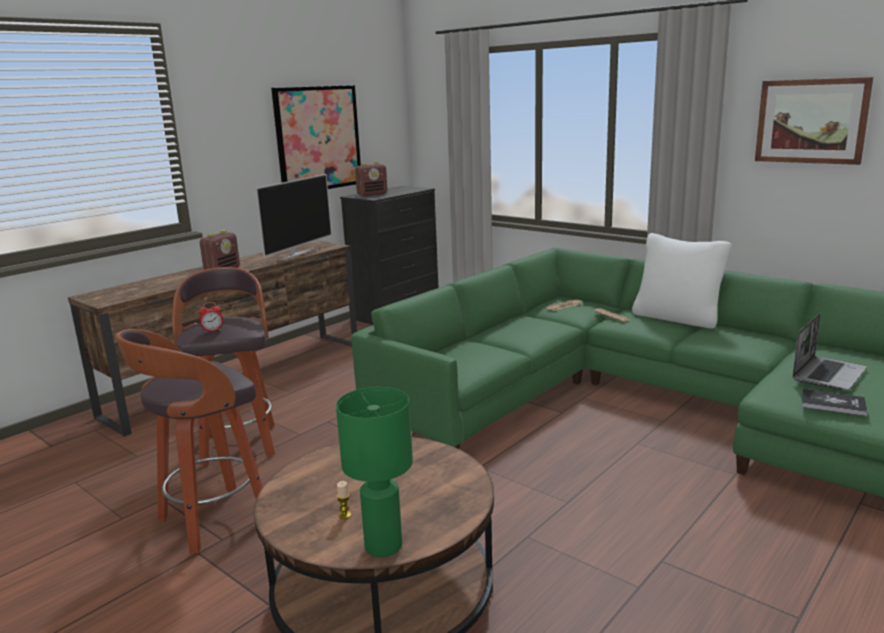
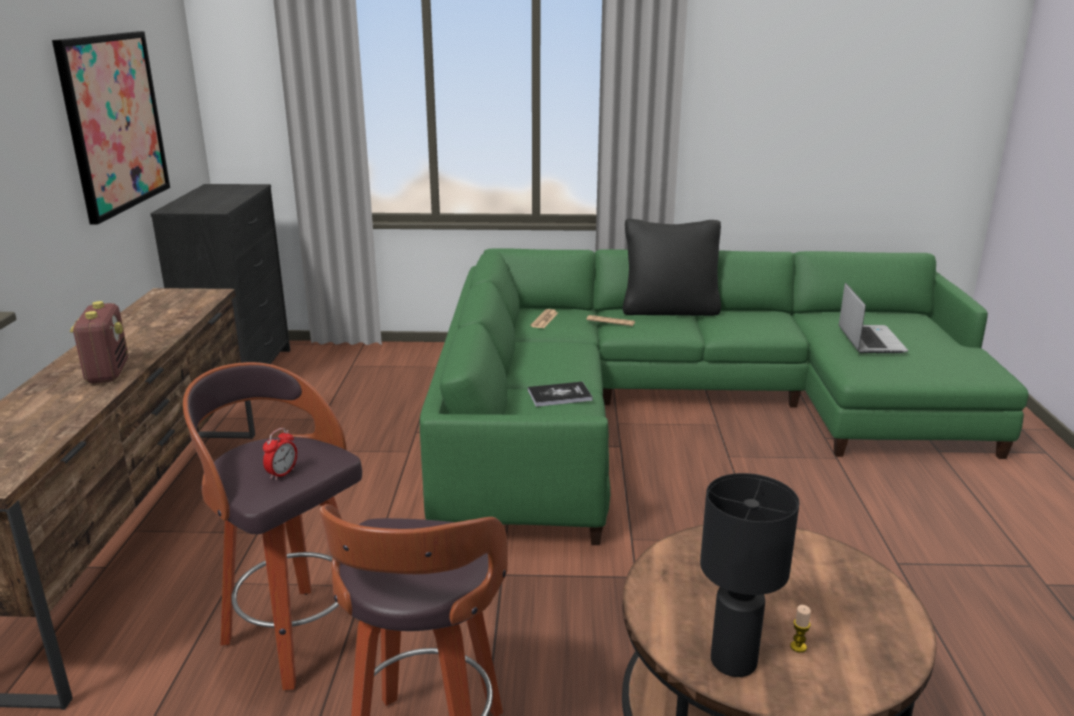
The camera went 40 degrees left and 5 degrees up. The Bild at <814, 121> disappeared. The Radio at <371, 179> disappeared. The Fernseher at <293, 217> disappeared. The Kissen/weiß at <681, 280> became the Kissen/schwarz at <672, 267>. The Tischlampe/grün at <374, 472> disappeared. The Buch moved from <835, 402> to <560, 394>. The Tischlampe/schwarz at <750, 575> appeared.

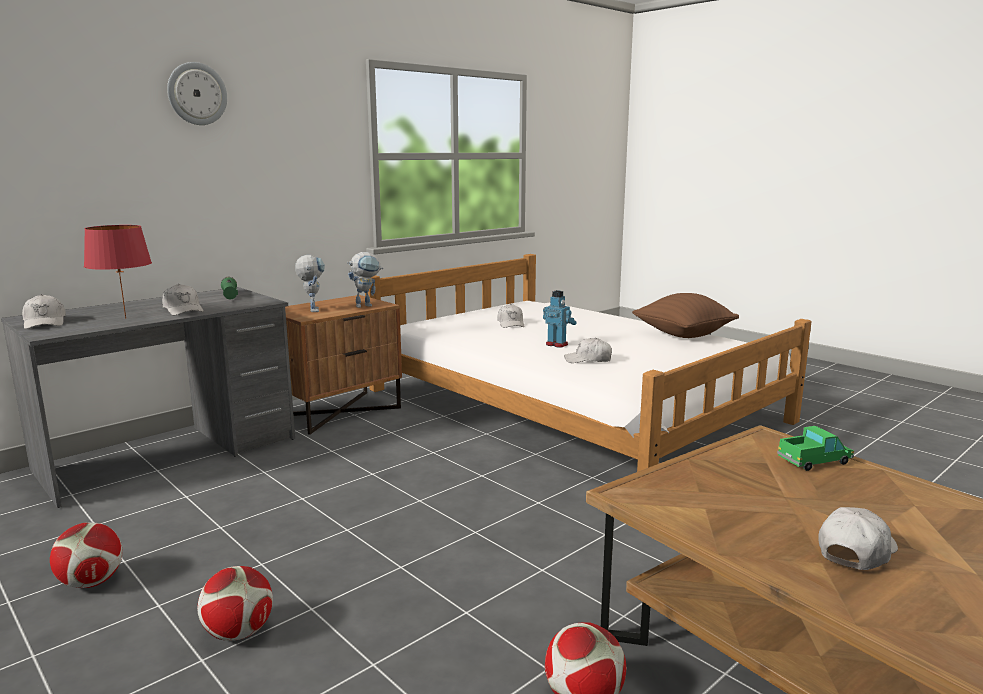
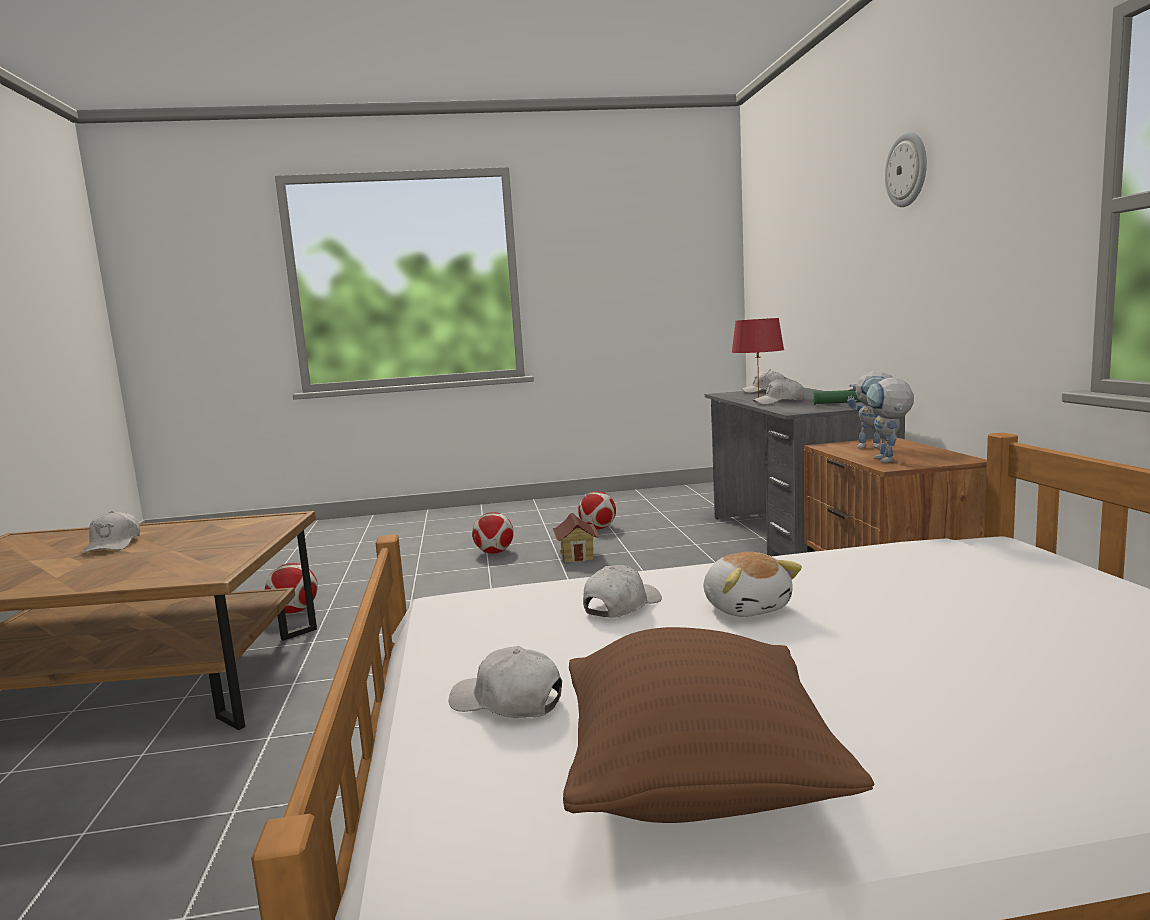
The camera went 125 degrees right and 5 degrees down. The Spielzeugroboter at <560, 319> was replaced by the Plüschtier at <753, 584>. The Kappe/weiß moved from <510, 316> to <505, 682>. The Spielzeuglaster at <815, 448> disappeared. The Spielzeughaus at <576, 537> appeared.

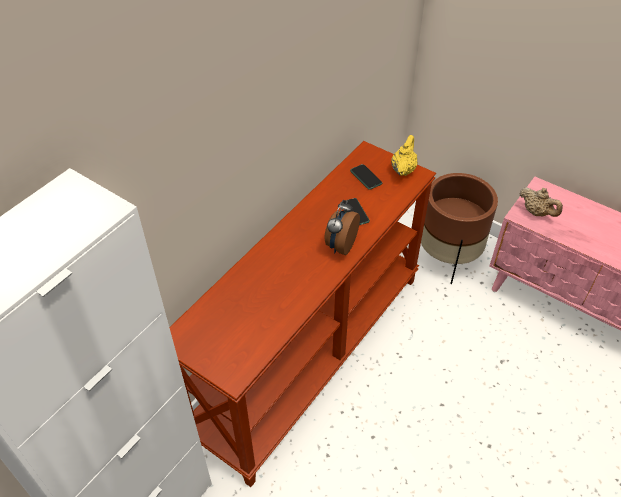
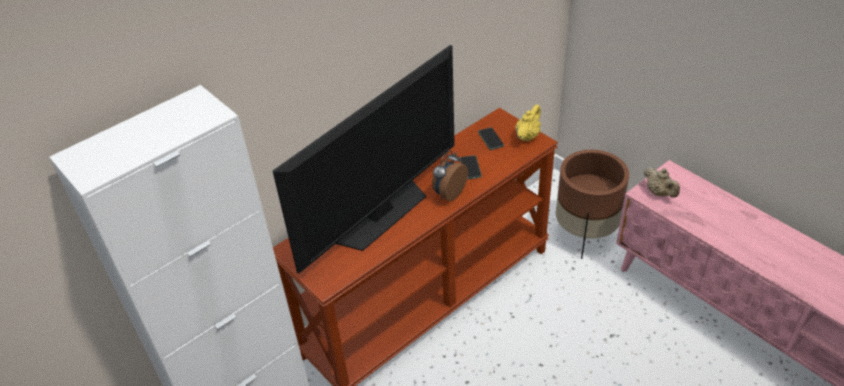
The camera went 15 degrees right and 5 degrees down. The Fernseher at <364, 159> appeared.

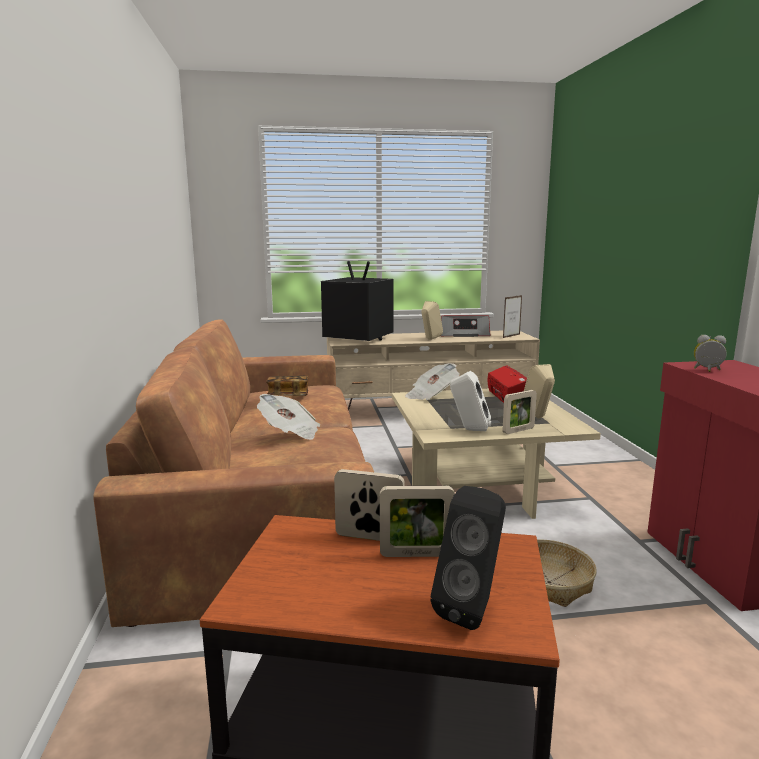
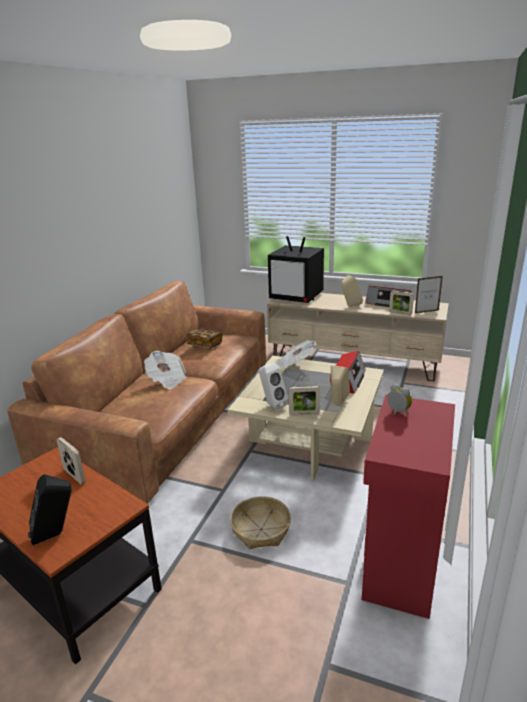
The camera went 30 degrees right and 10 degrees up. The Fernseher at <357, 301> turned 150 degrees clockwise. The Bilderrahmen moved from <417, 521> to <401, 303>.

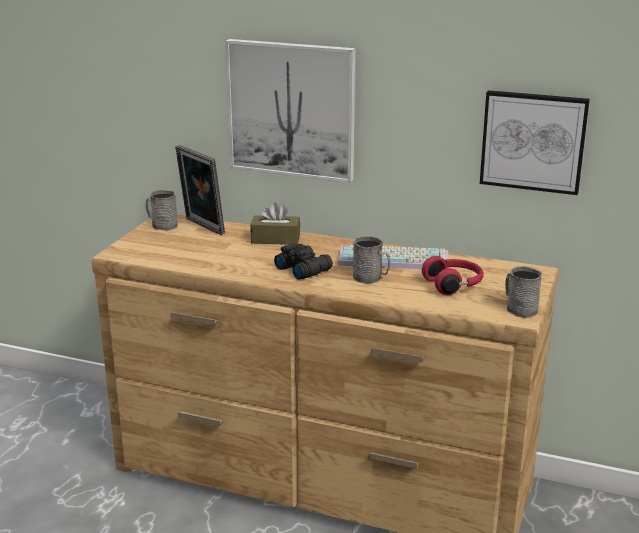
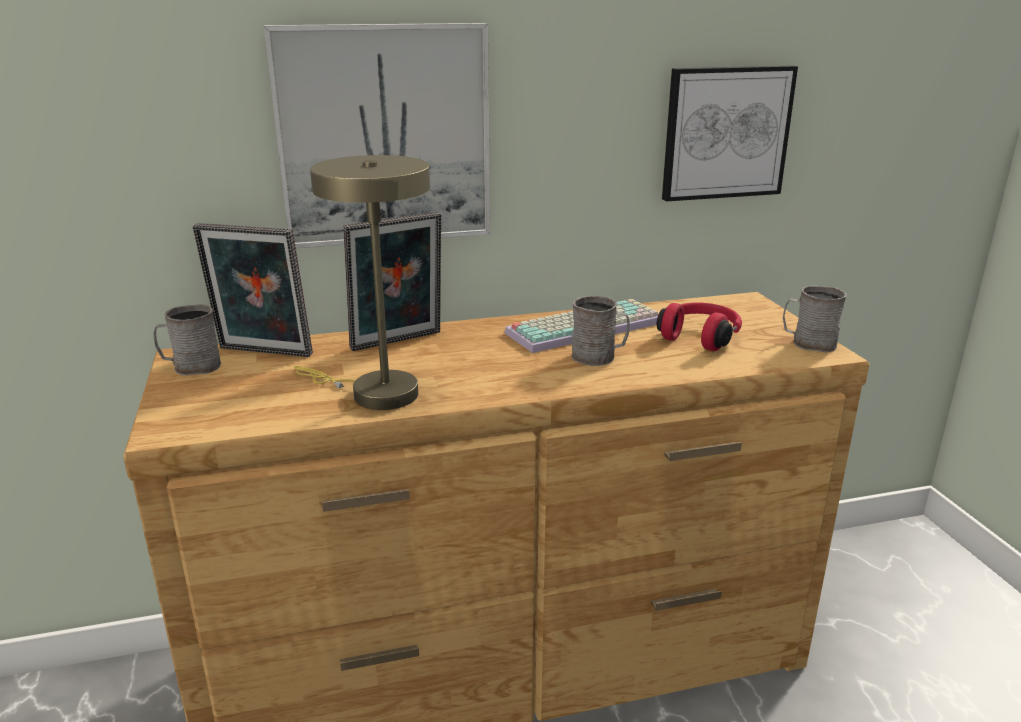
The camera went 35 degrees left and 0 degrees up. The Taschentuchbox/braun at <275, 224> was replaced by the Bilderrahmen at <392, 281>. The Fernglas/schwarz at <303, 261> disappeared. The Tischlampe/beige at <362, 282> appeared.

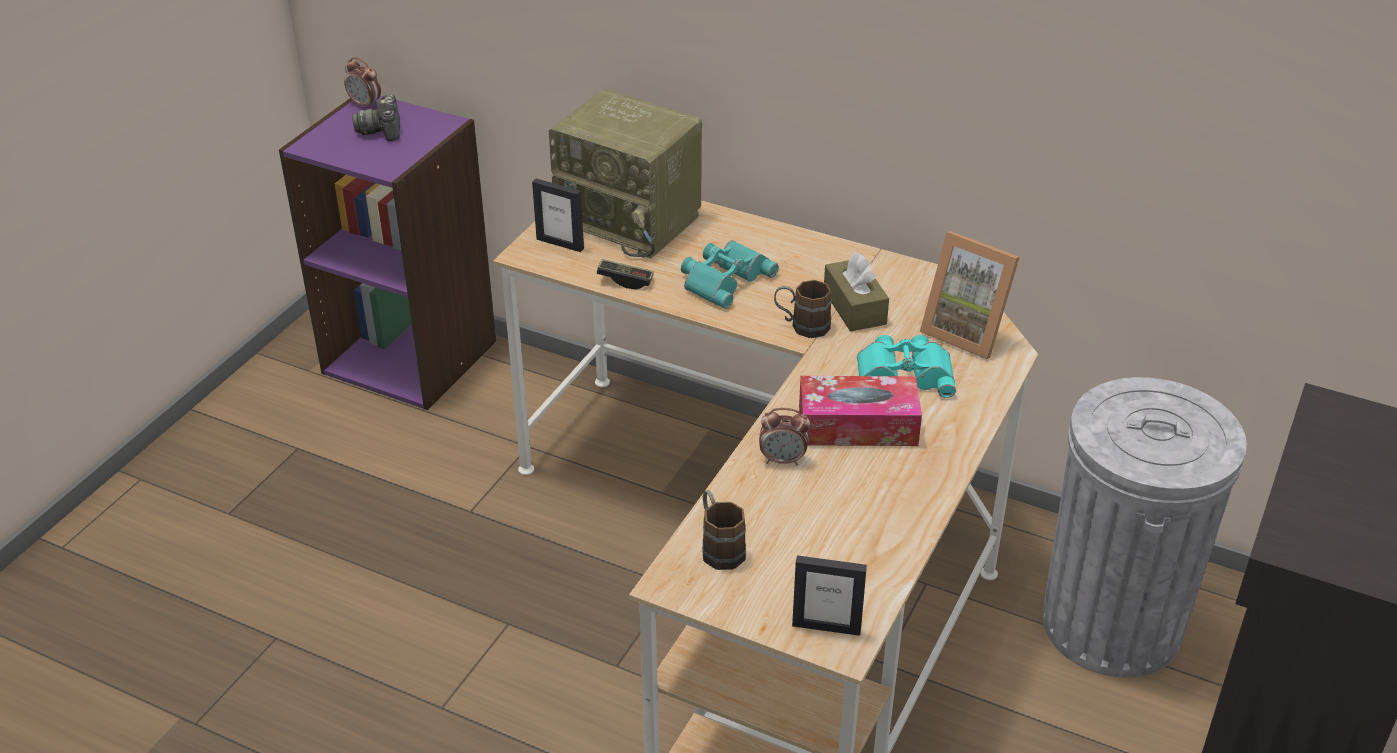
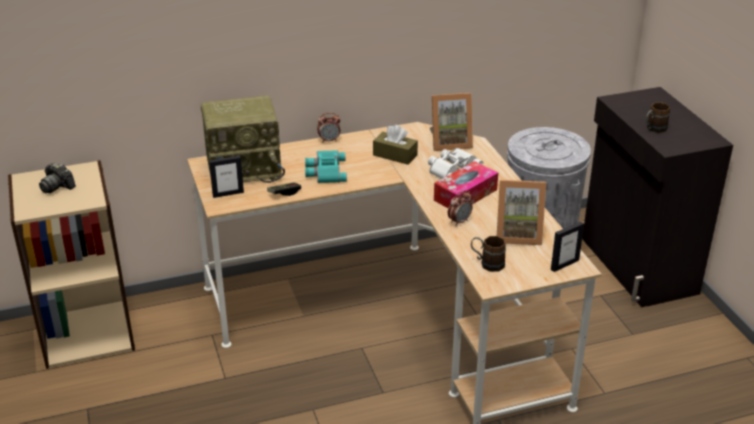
The camera went 45 degrees left and 5 degrees down. The Wecker moved from <362, 83> to <328, 128>. The Bücherregal/lila at <387, 253> became the Bücherregal/beige at <71, 264>. The Henkelbecher/braun moved from <803, 309> to <658, 117>. The Fernglas/türkis at <906, 366> became the Fernglas/weiß at <455, 163>. The Bilderrahmen at <521, 212> appeared.

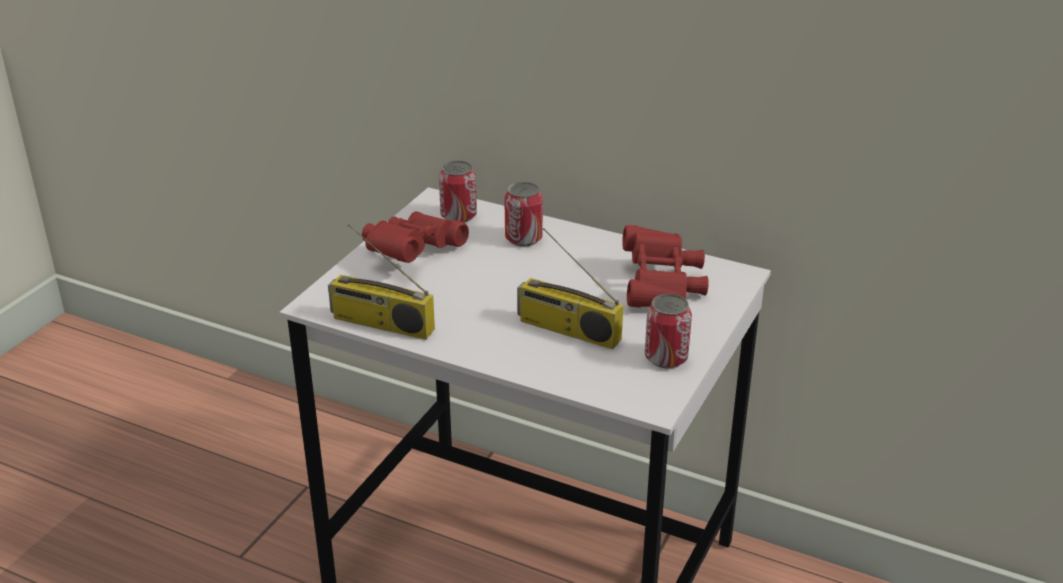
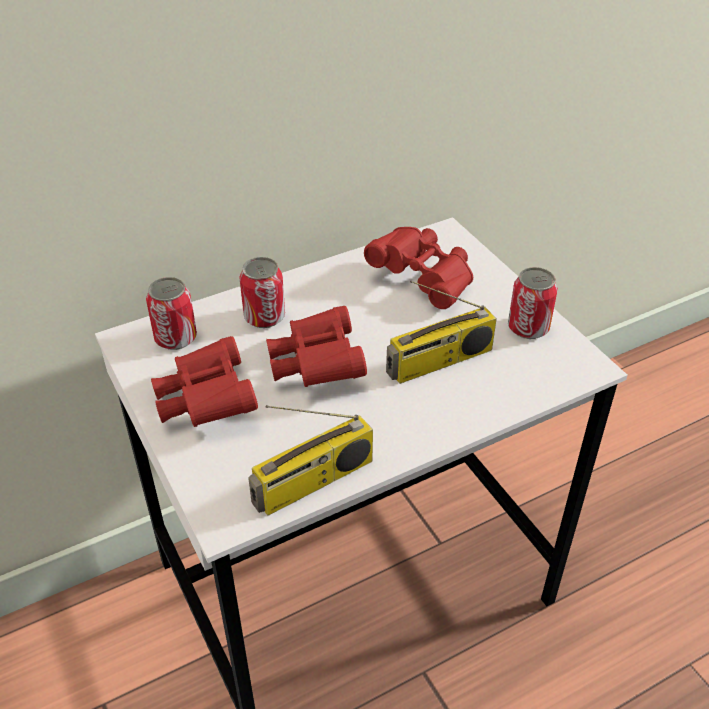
The camera went 55 degrees left and 10 degrees up. The Fernglas/rot at <316, 346> appeared.

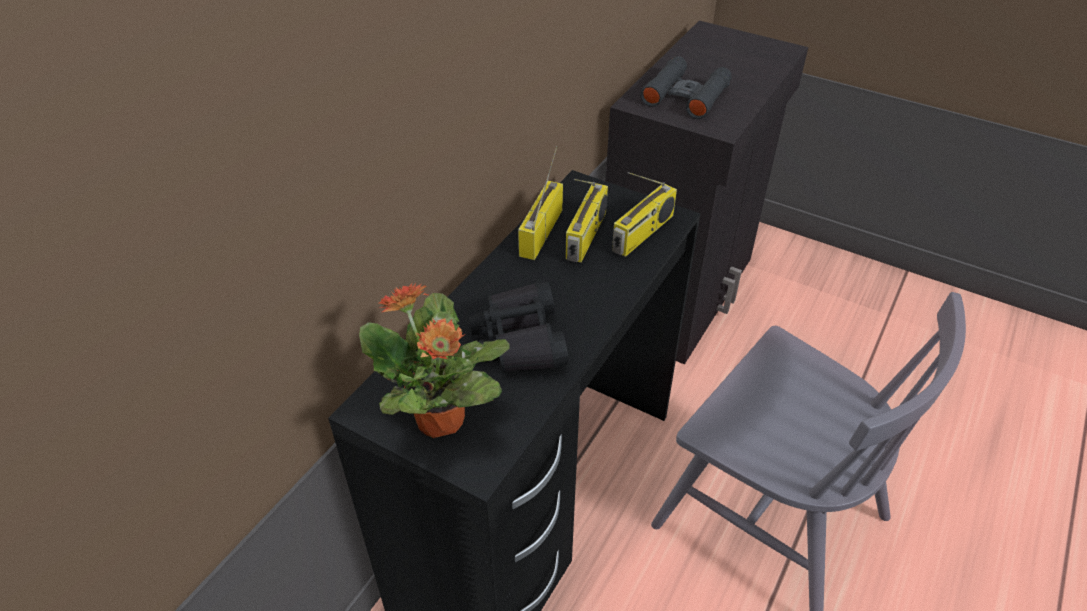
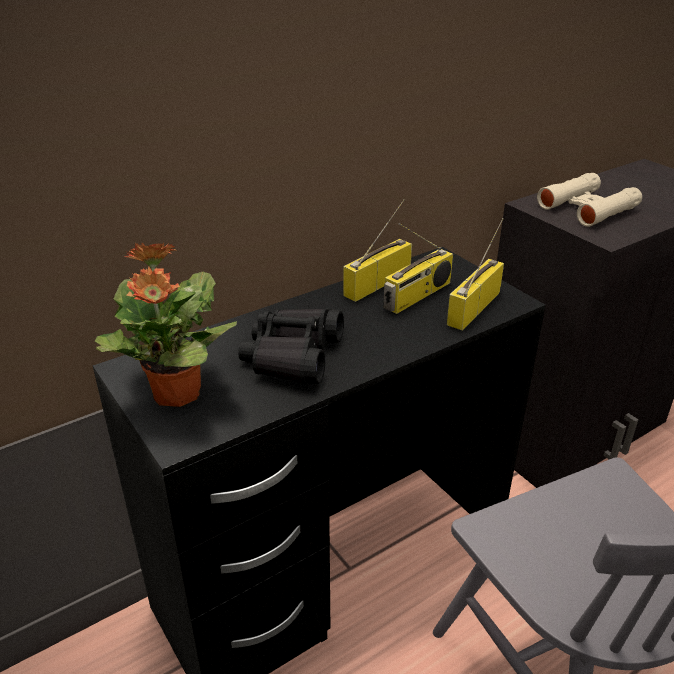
The camera went 25 degrees right and 10 degrees down. The Fernglas/schwarz at <686, 87> became the Fernglas/beige at <589, 200>. The Radio at <644, 214> turned 150 degrees clockwise.

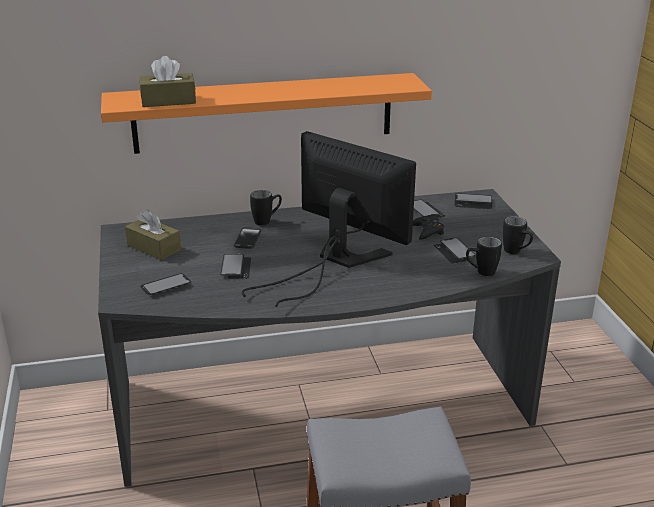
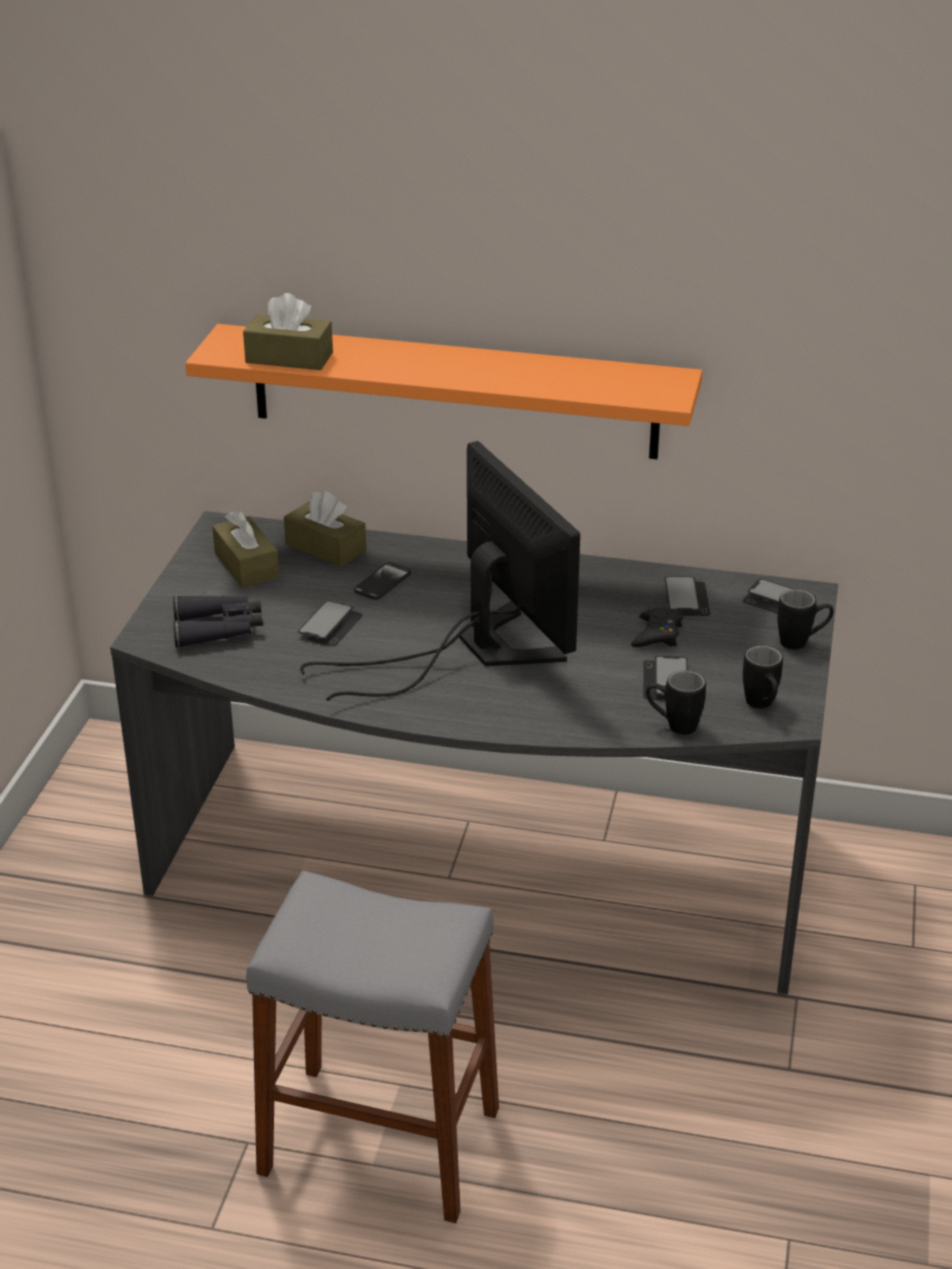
The camera went 25 degrees right and 5 degrees up. The Henkelbecher/schwarz moved from <266, 208> to <805, 619>. The Handy at <165, 284> was replaced by the Fernglas/schwarz at <218, 621>. The Taschentuchbox/braun at <325, 528> appeared.

